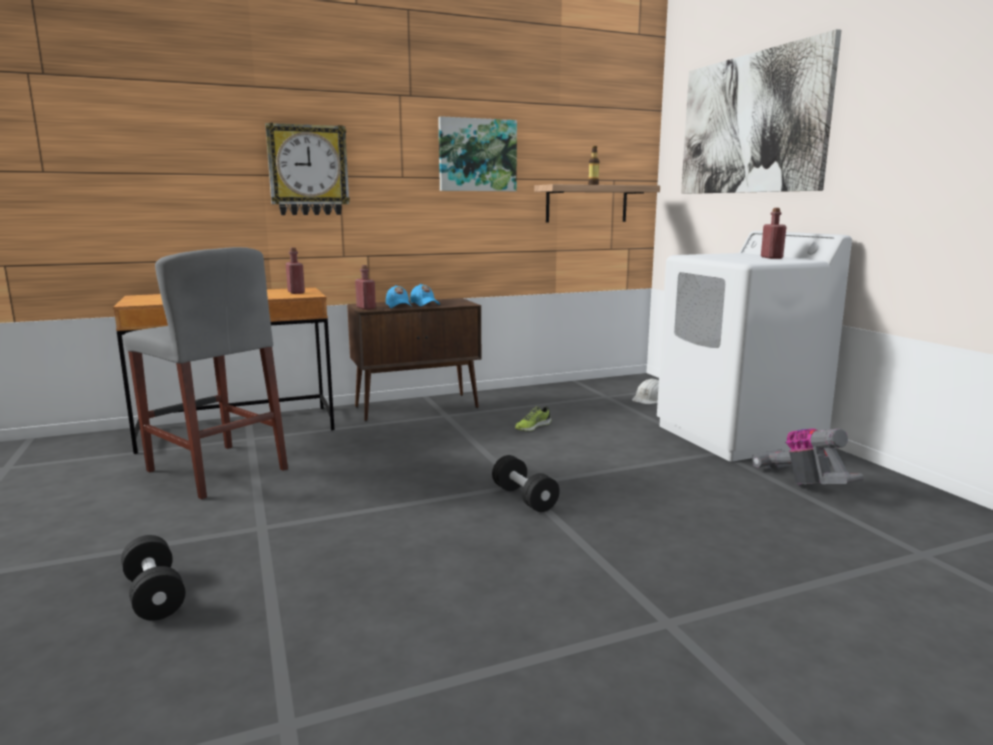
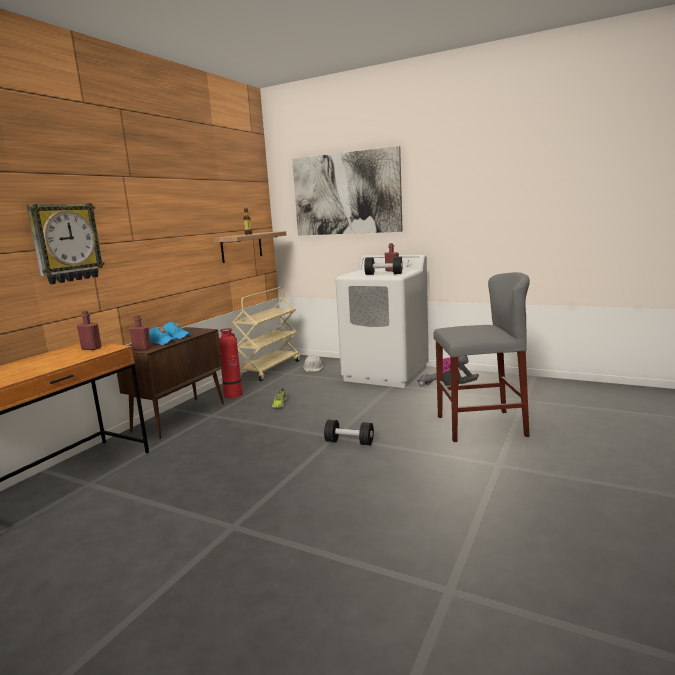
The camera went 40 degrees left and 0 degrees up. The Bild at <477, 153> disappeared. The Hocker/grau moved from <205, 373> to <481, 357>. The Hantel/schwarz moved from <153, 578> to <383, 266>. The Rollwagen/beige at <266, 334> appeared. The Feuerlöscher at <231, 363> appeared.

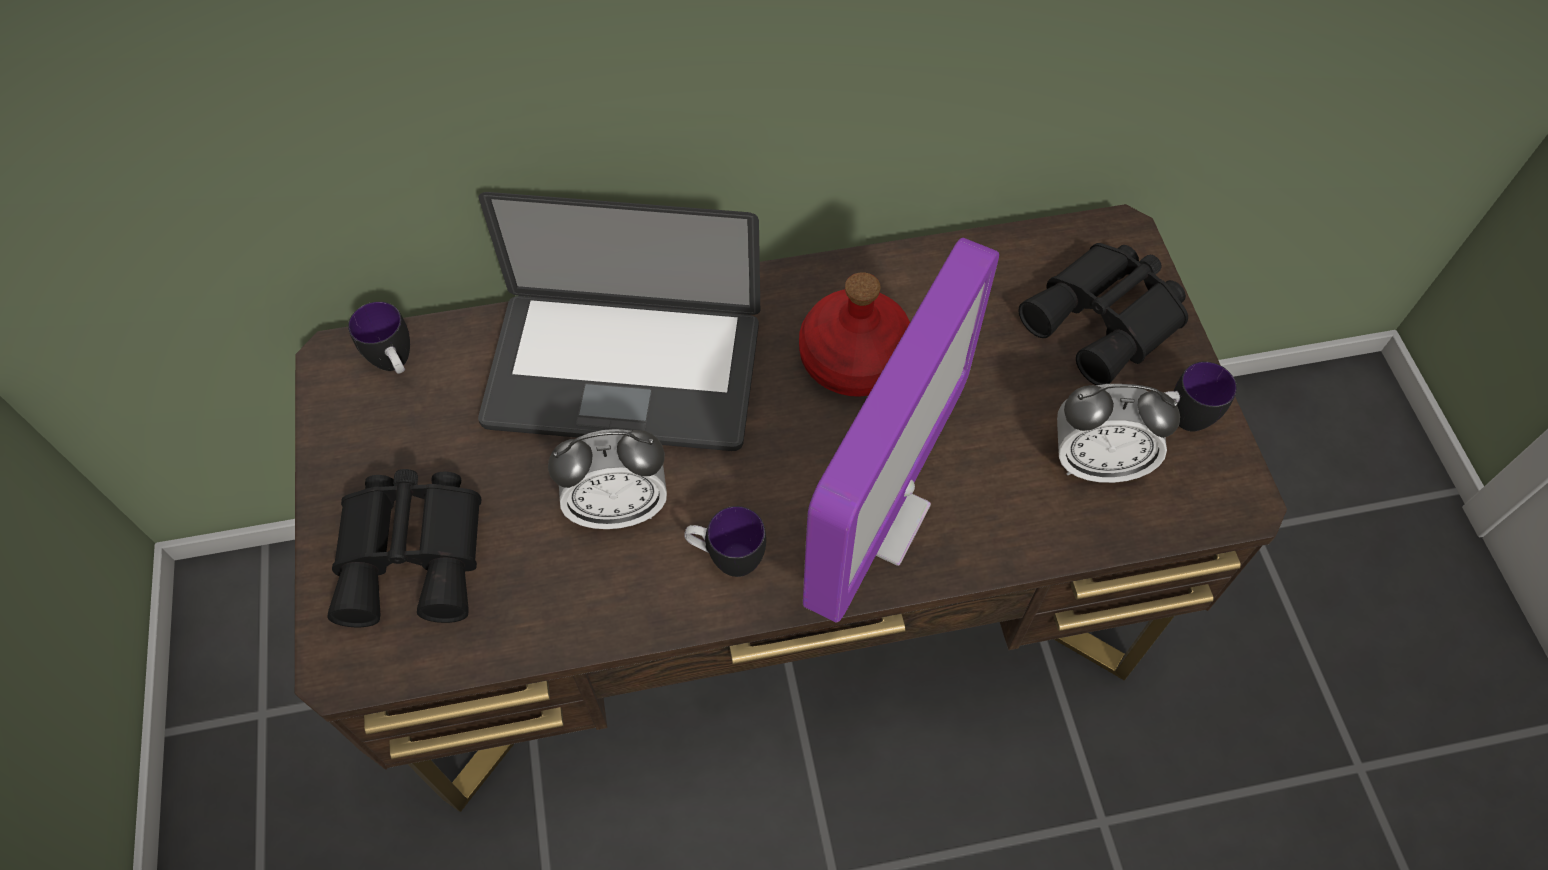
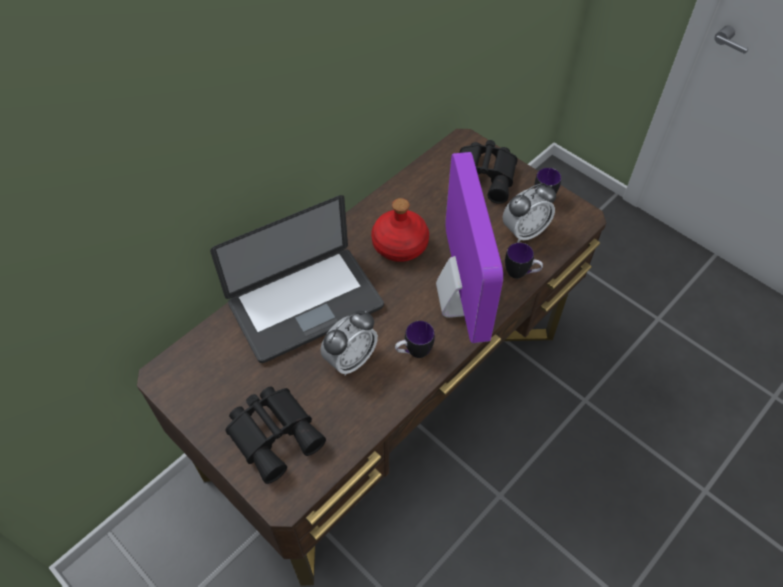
The camera went 35 degrees left and 5 degrees down. The Henkelbecher moved from <379, 337> to <524, 261>.

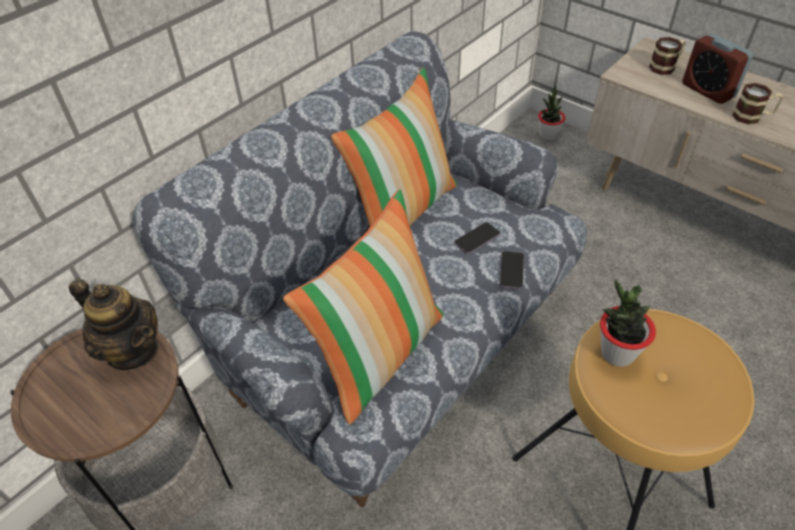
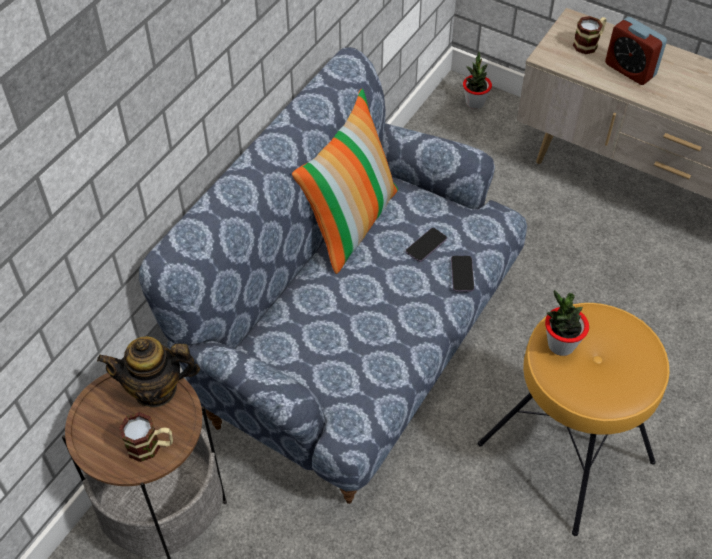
The camera went 10 degrees left and 5 degrees up. The Henkelbecher moved from <757, 103> to <146, 437>. The Kissen at <363, 307> disappeared. The Teekanne at <114, 324> turned 150 degrees clockwise.

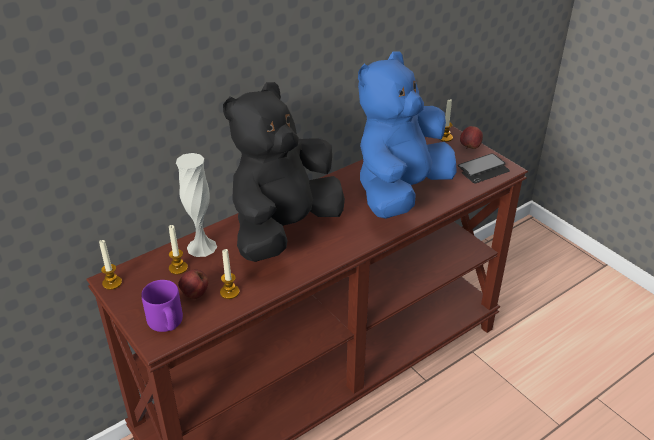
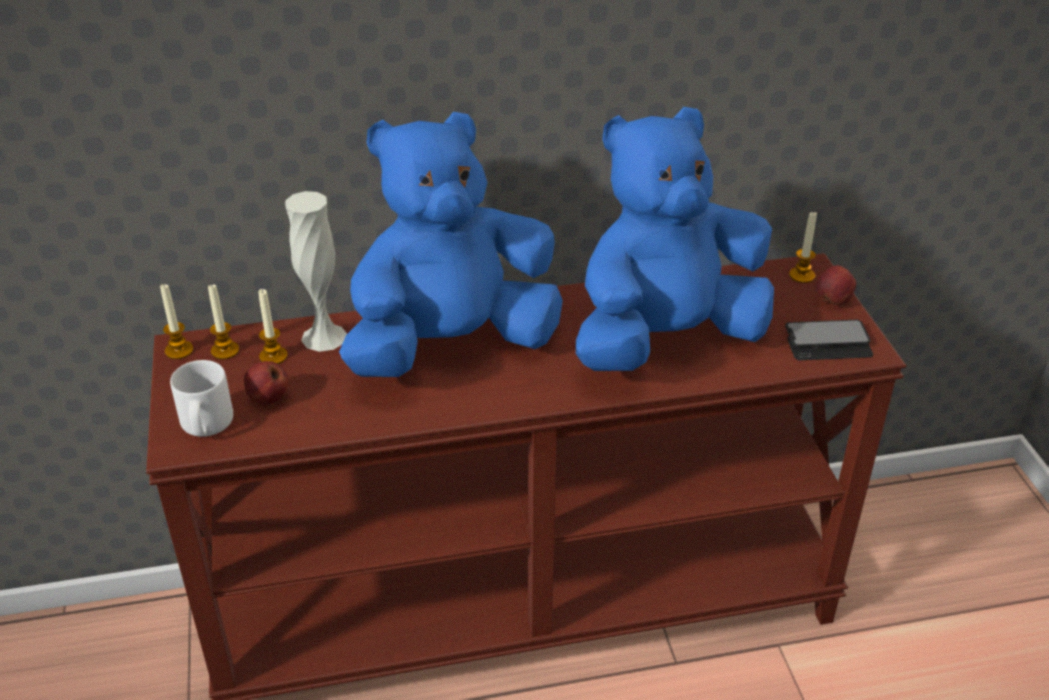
The camera went 25 degrees right and 0 degrees up. The Plüschtier/schwarz at <284, 172> became the Plüschtier/blau at <451, 244>. The Kerze moved from <230, 274> to <223, 321>. The Henkelbecher/lila at <162, 306> became the Henkelbecher/weiß at <201, 398>.

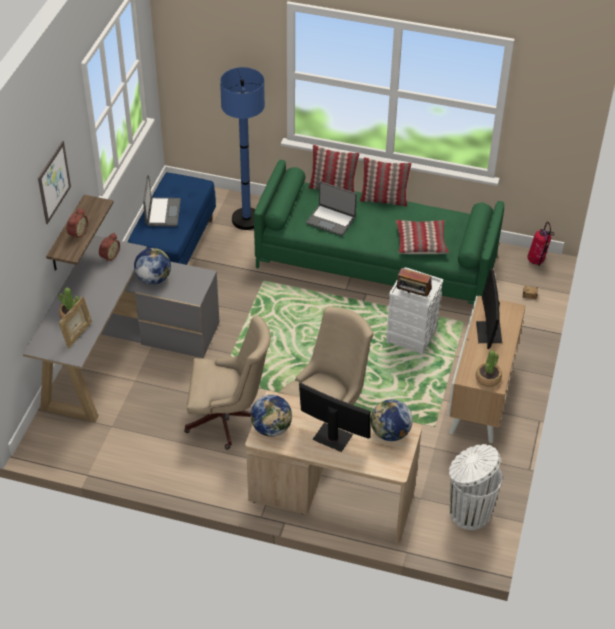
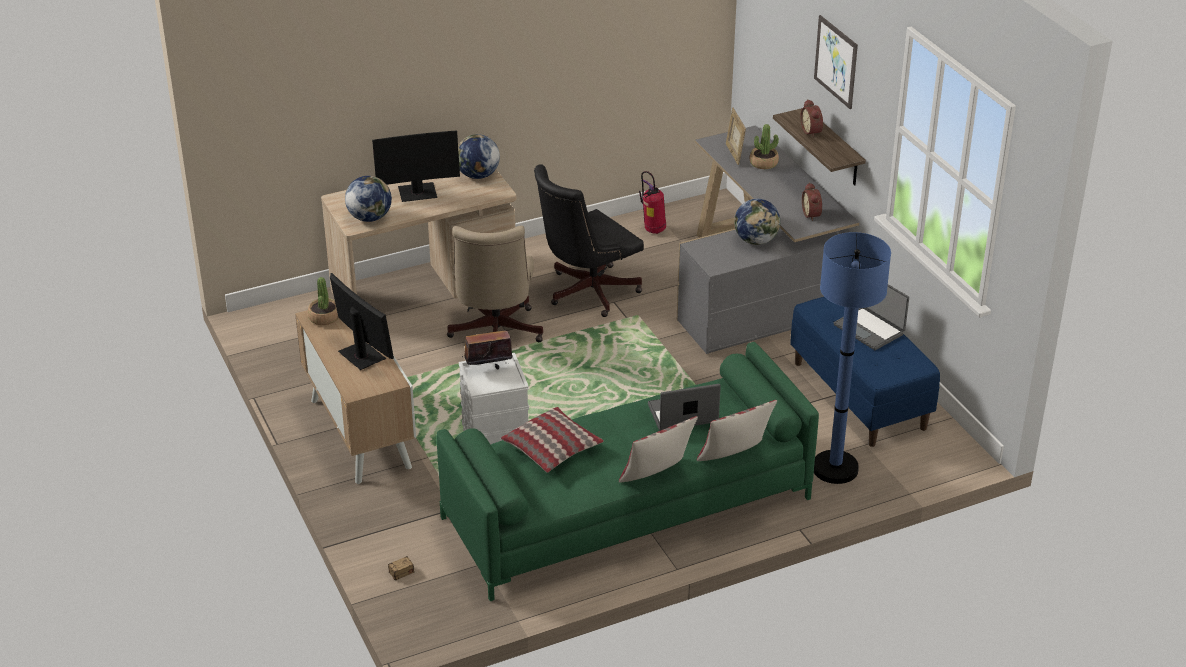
The camera went 140 degrees right and 10 degrees down. The Feuerlöscher moved from <540, 243> to <652, 202>. The Bürostuhl/beige at <227, 382> became the Bürostuhl/schwarz at <589, 240>. The Mülleimer/weiß at <475, 487> disappeared.

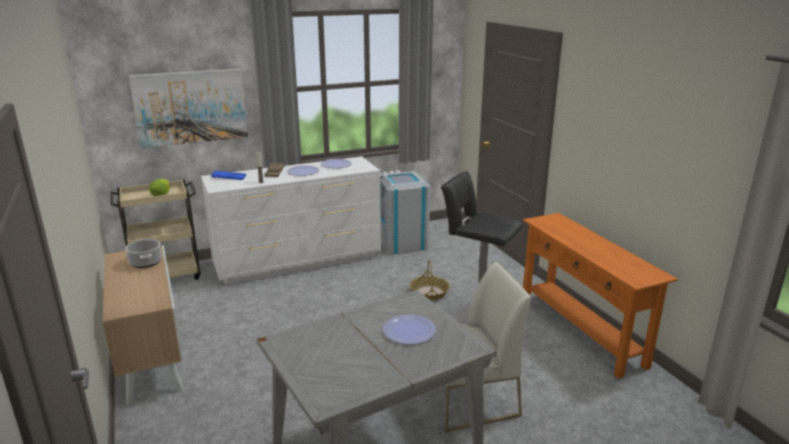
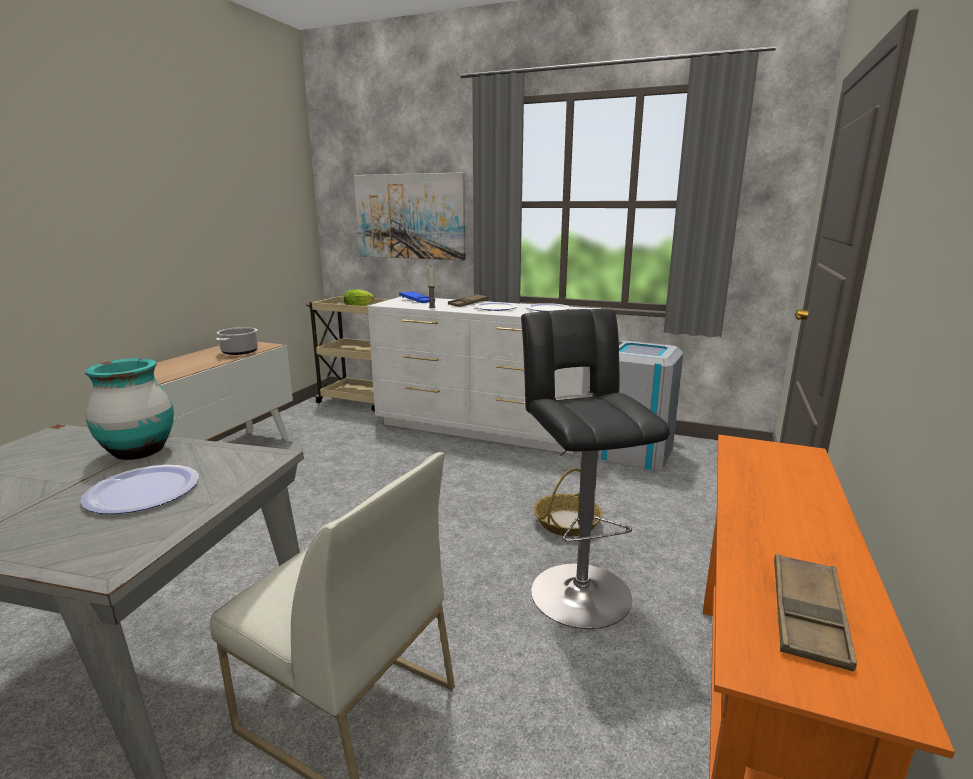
The camera went 45 degrees right and 5 degrees down. The Vase/türkis at <129, 409> appeared. The Tablett/braun at <815, 612> appeared.

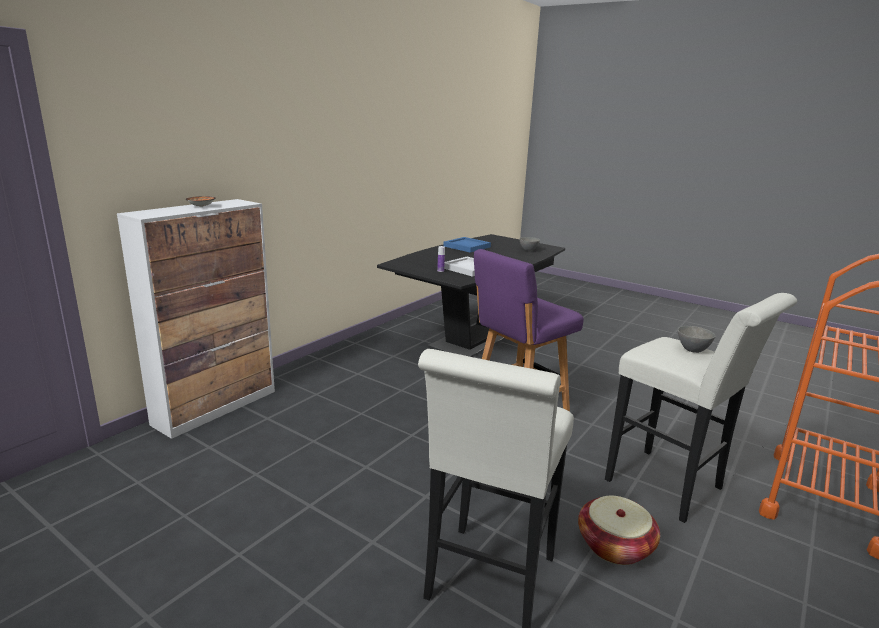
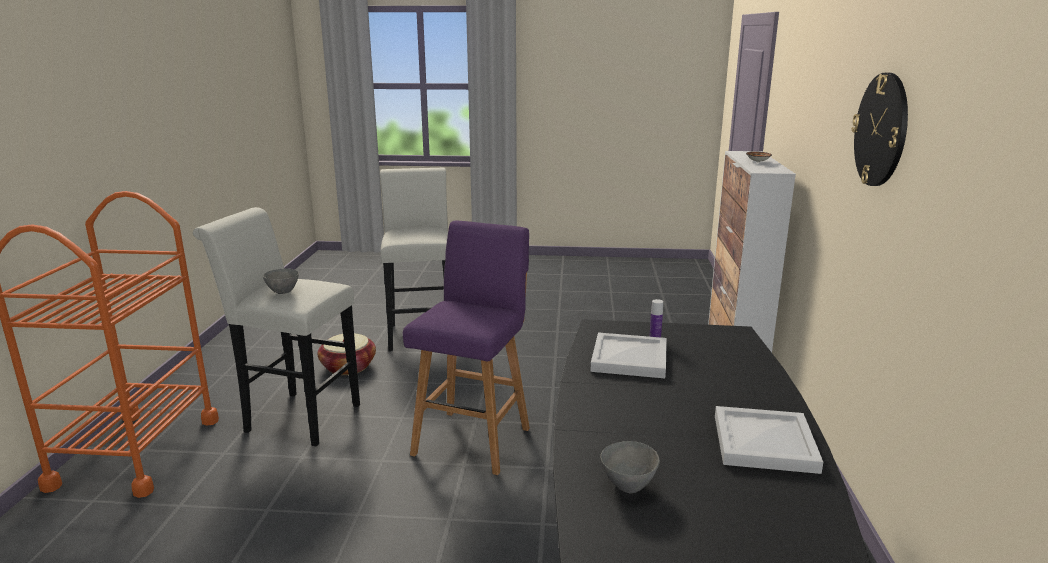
The camera went 150 degrees right and 0 degrees up. The Tablett/blau at <467, 245> became the Tablett/weiß at <769, 440>. The Wanduhr at <880, 129> appeared.

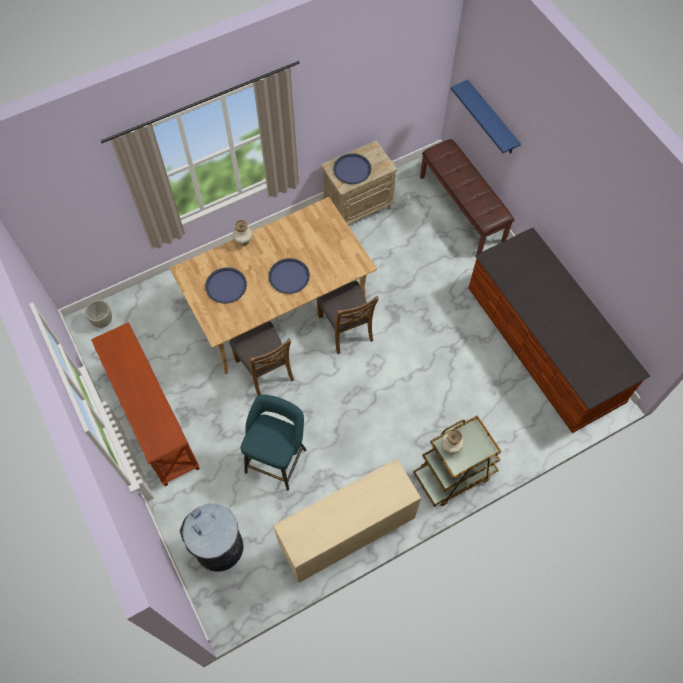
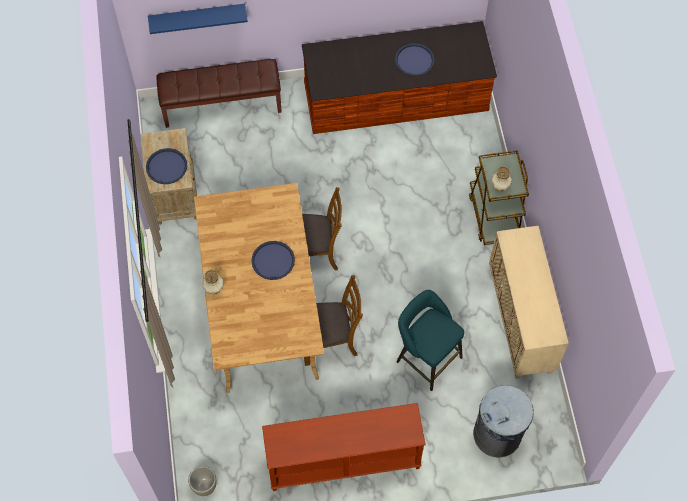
The camera went 70 degrees left and 0 degrees up. The Tablett/blau moved from <226, 285> to <414, 59>.

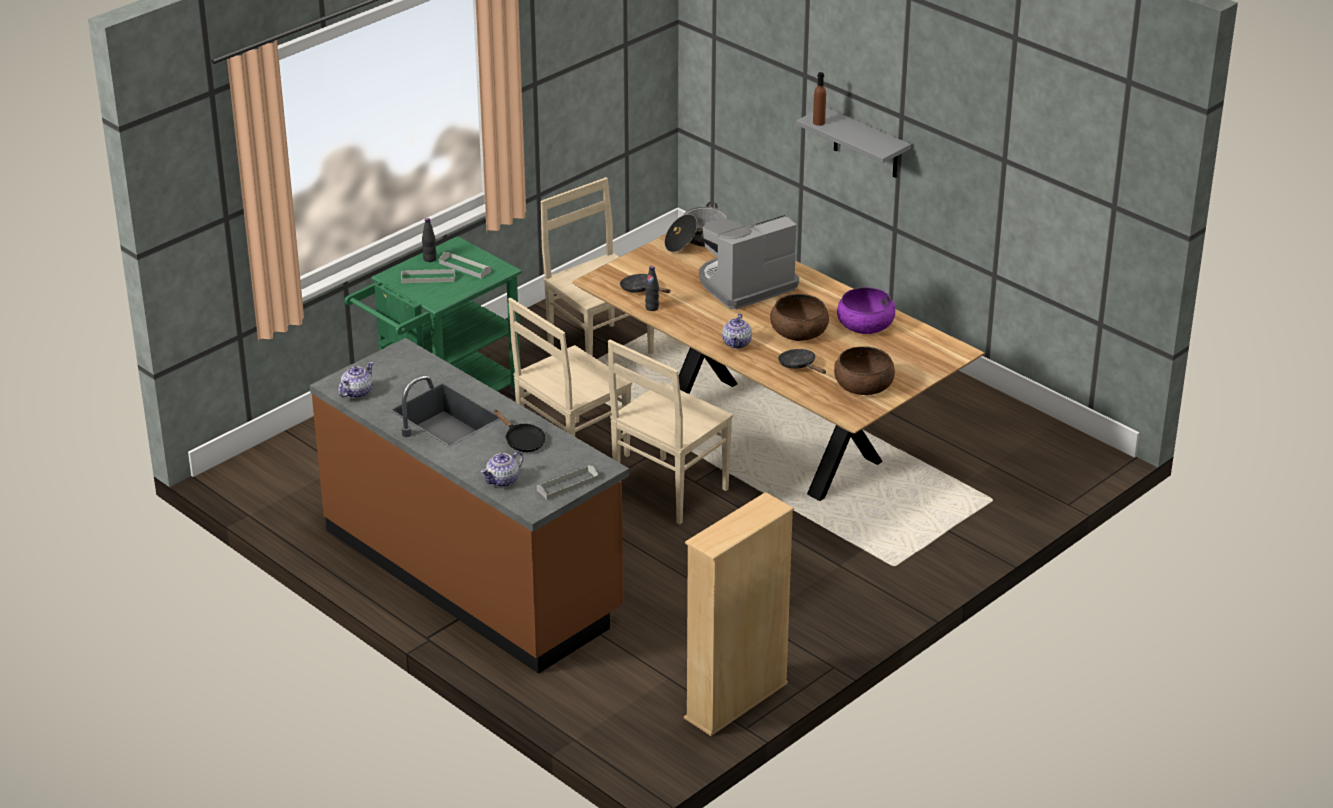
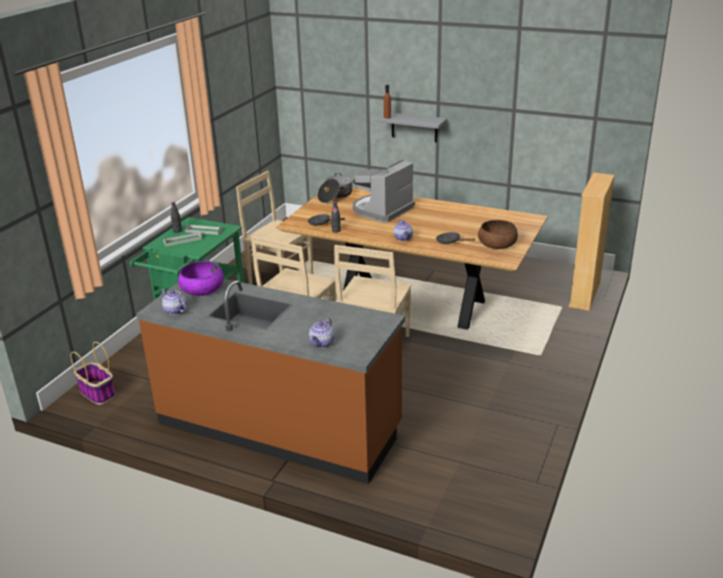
The camera went 20 degrees left and 5 degrees down. The Schüssel/lila moved from <866, 310> to <201, 278>. The Schüssel/braun at <799, 317> disappeared. The Teekanne at <356, 380> turned 60 degrees counterclockwise. The Pfanne/schwarz at <519, 431> disappeared. The Tablett/grau at <568, 482> disappeared. The Bücherregal/beige moved from <739, 614> to <592, 242>. The Korb at <93, 373> appeared.

